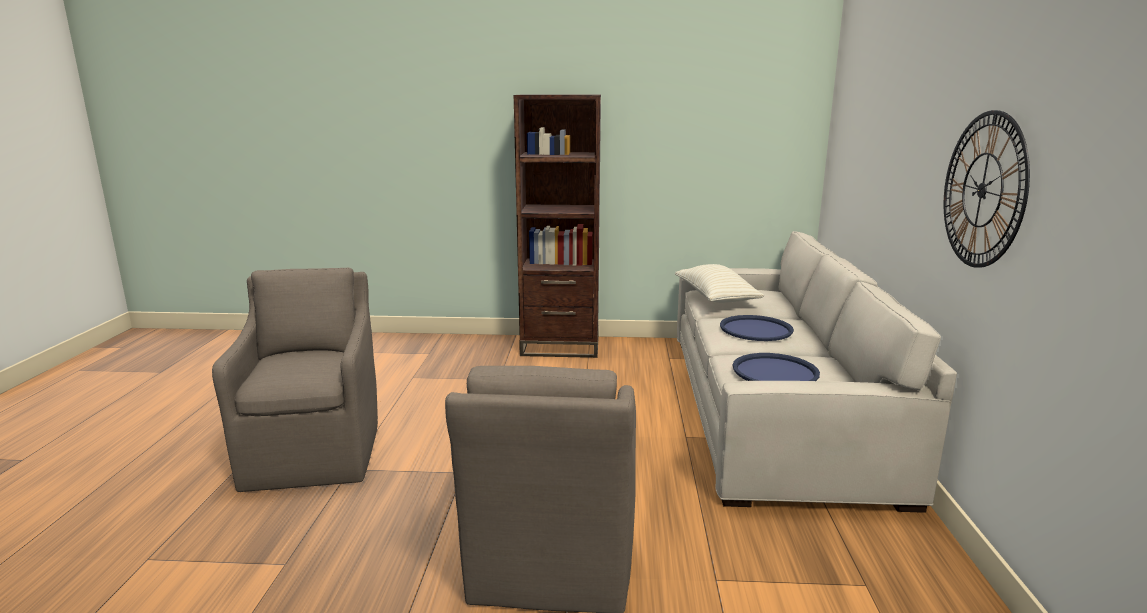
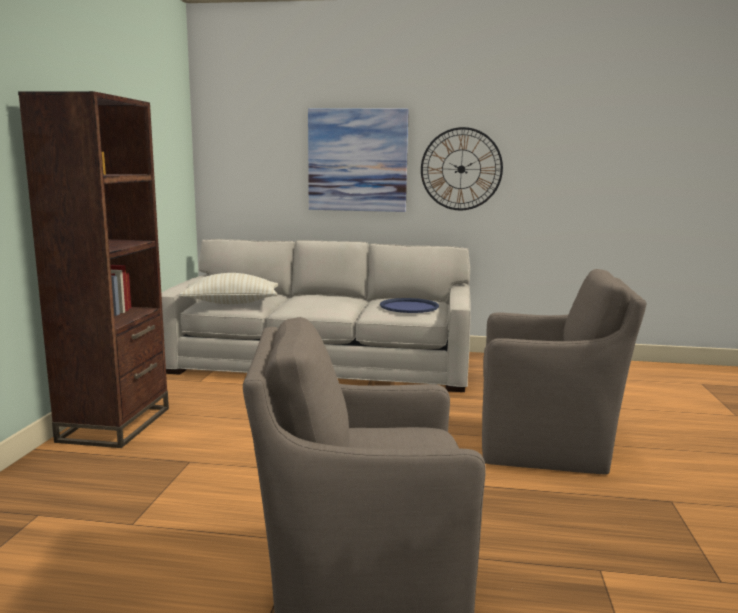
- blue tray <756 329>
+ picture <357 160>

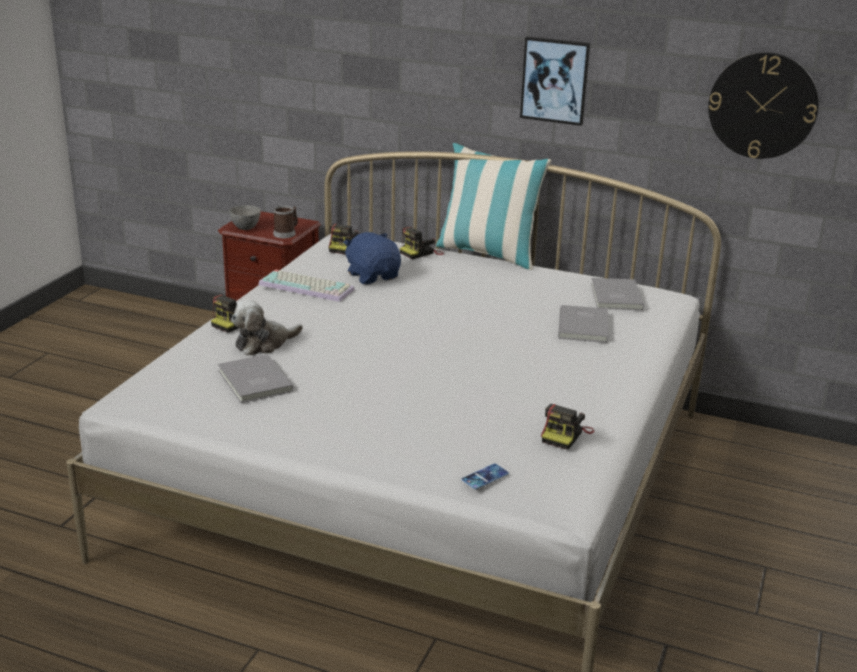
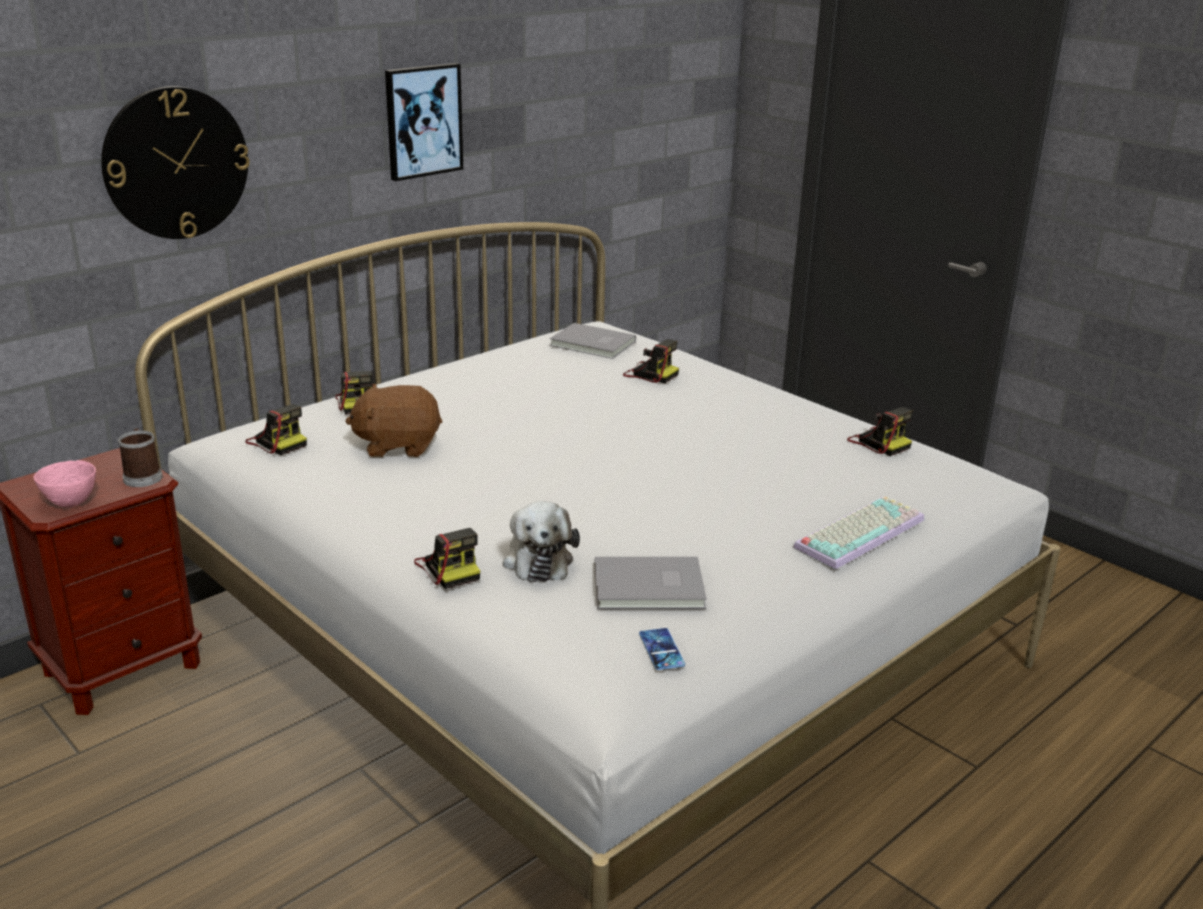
~ grey bowl <245 228> to pink bowl <70 503>
~ keyboard <308 287> to <859 531>
~ blue plush toy <373 276> to brown plush toy <398 445>
- pillow <488 253>
~ phone <485 477> to <661 649>
~ grey book <585 326> to photo camera <650 374>
~ wall clock <762 105> to <176 163>

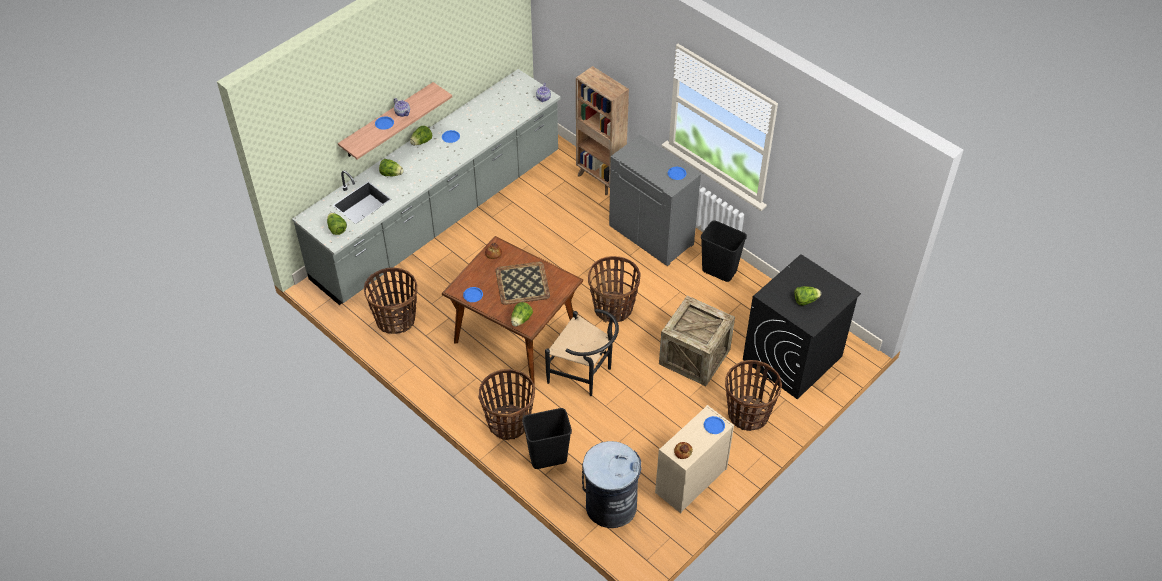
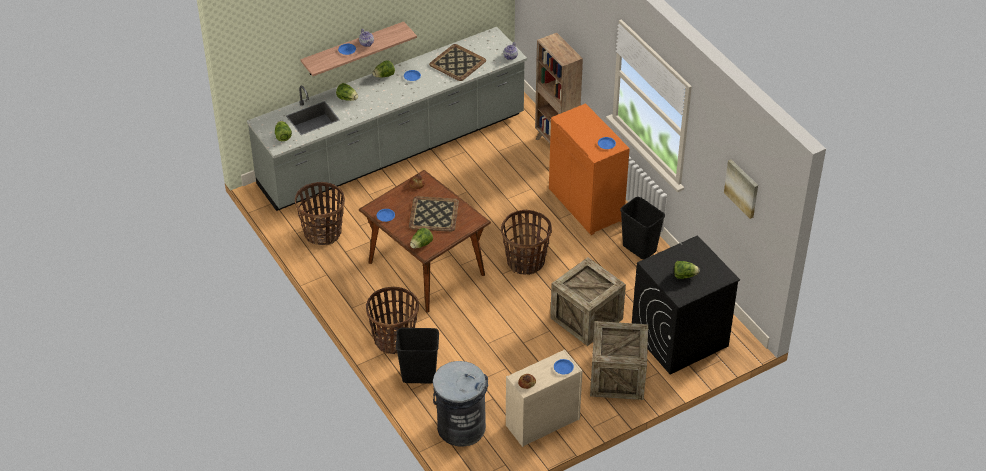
- black chair <585 374>
~ grey cabinet <652 235> to orange cabinet <587 205>
~ basket <747 414> to crate <617 377>
+ tray <457 63>
+ picture <742 188>

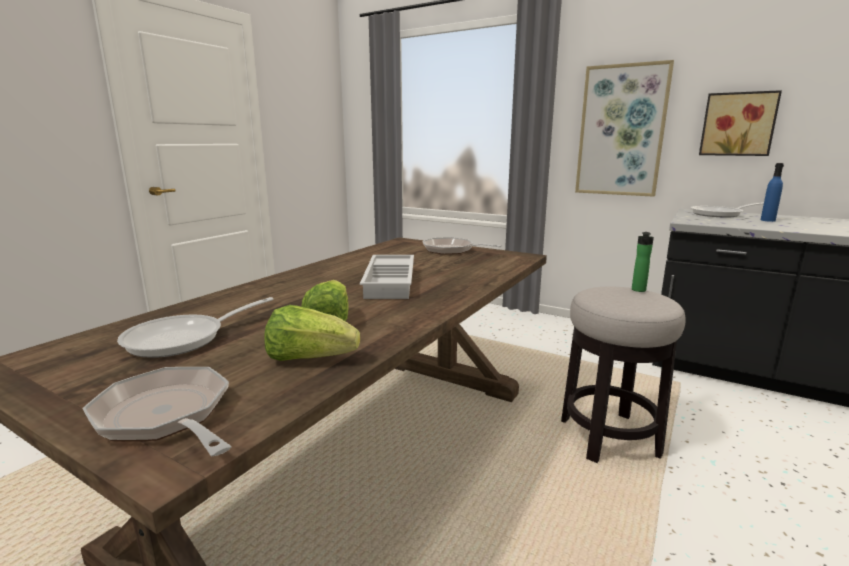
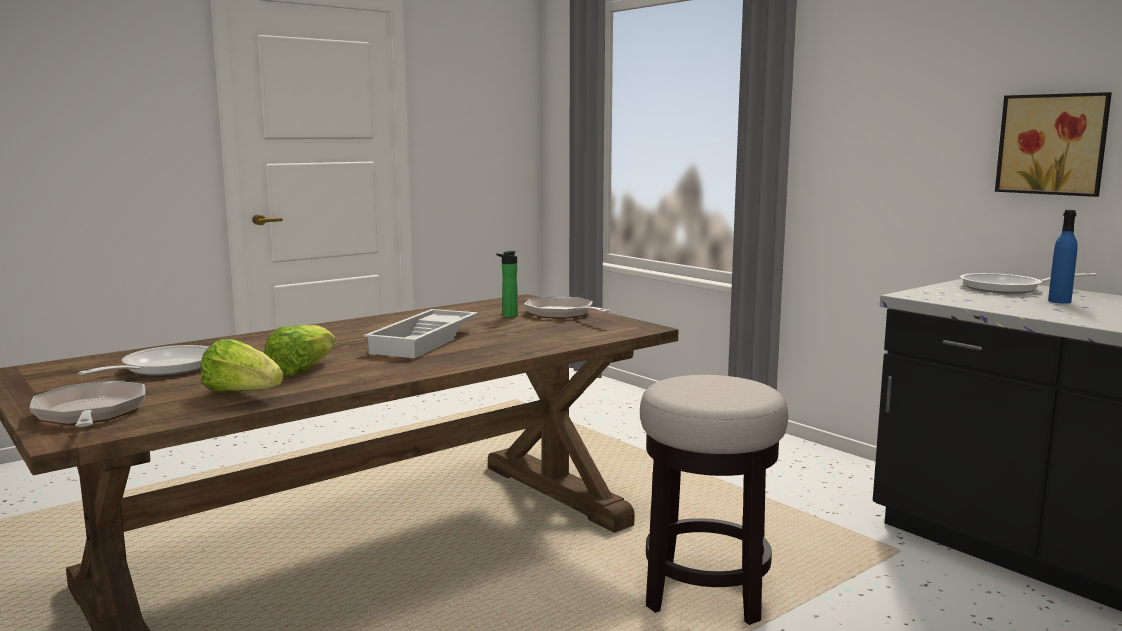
~ frying pan <184 339> = <163 368> 135 degrees clockwise
- picture <621 131>
~ bottle <638 290> to <508 316>

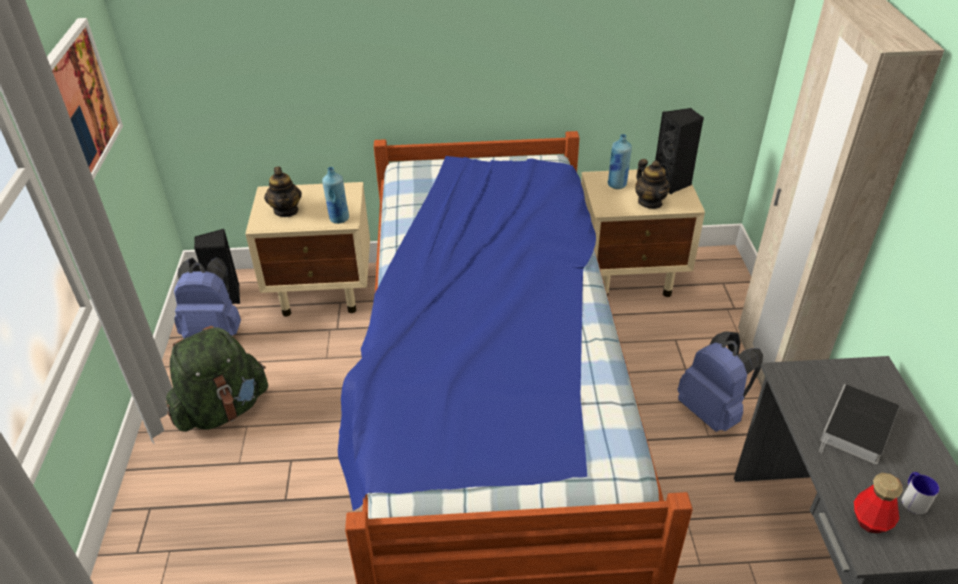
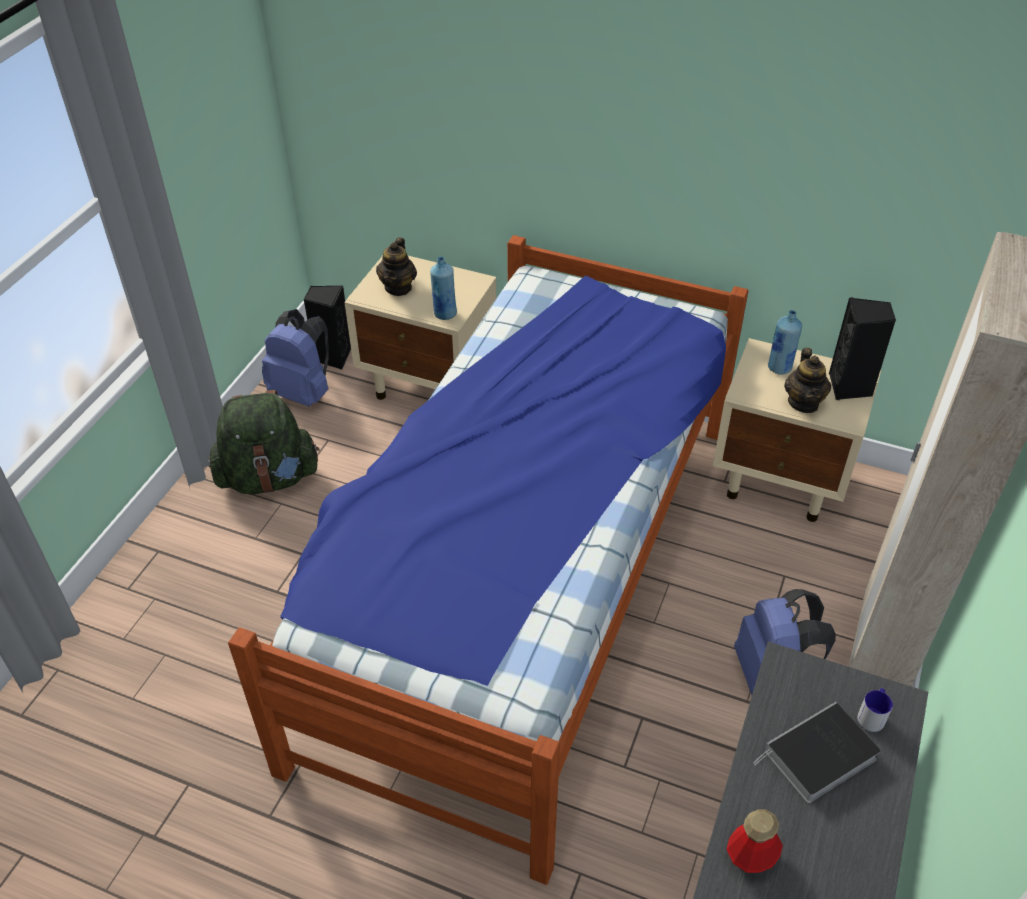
- picture <78 102>
~ mug <913 499> to <872 715>

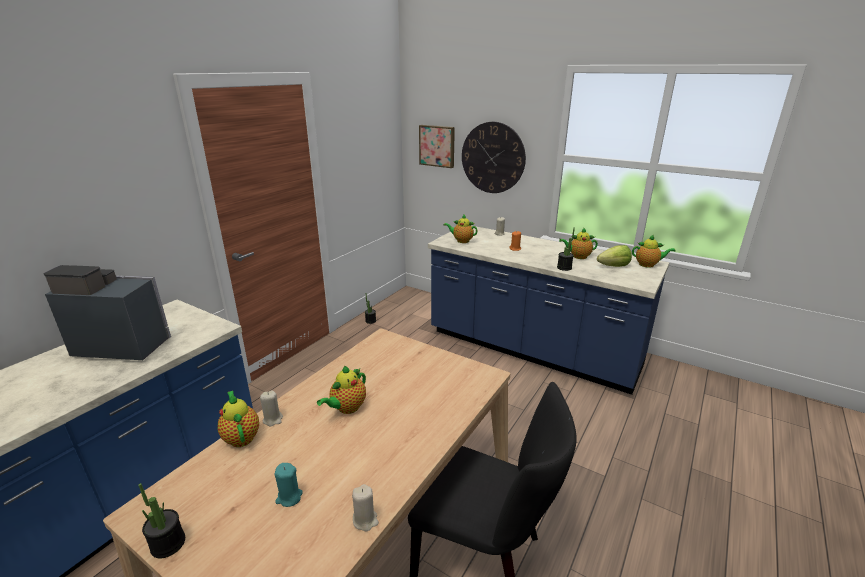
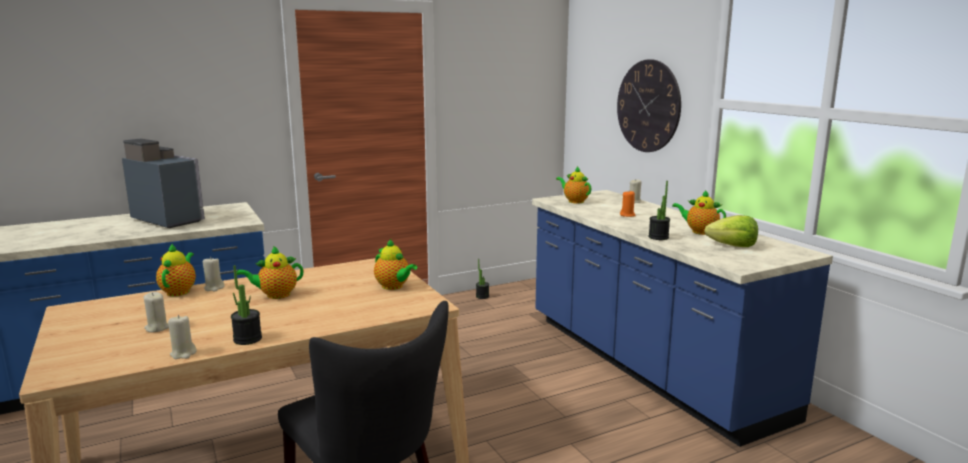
~ potted plant <168 544> to <247 339>
~ turquoise candle <289 497> to beige candle <157 328>
- picture <437 146>
~ teapot <648 265> to <394 287>

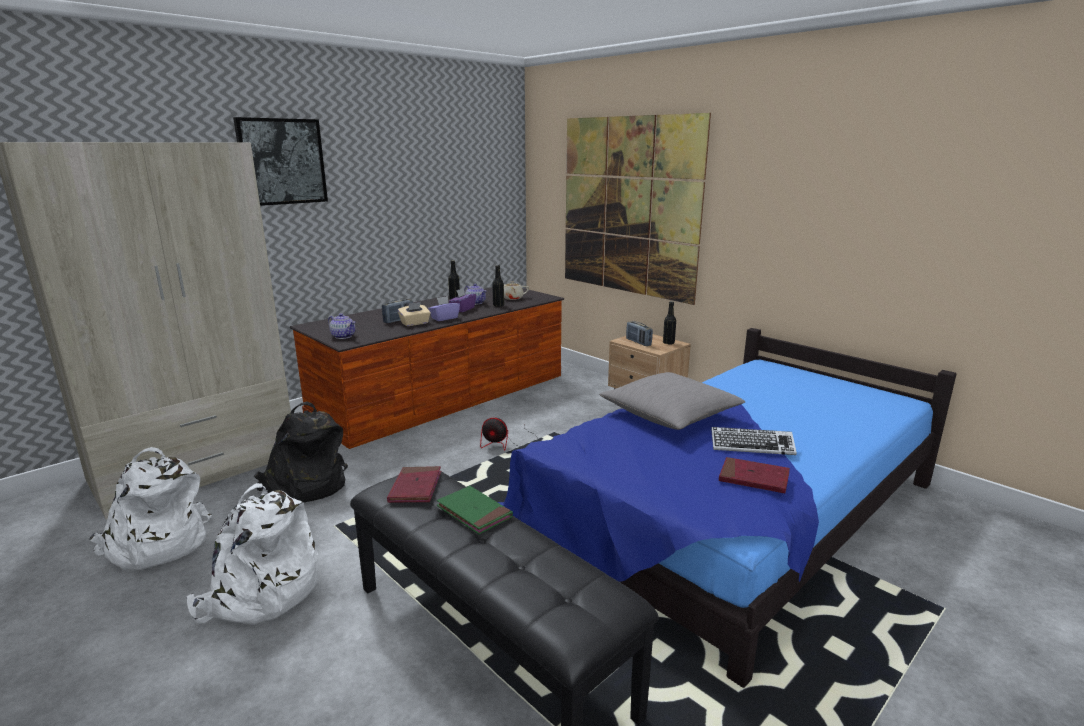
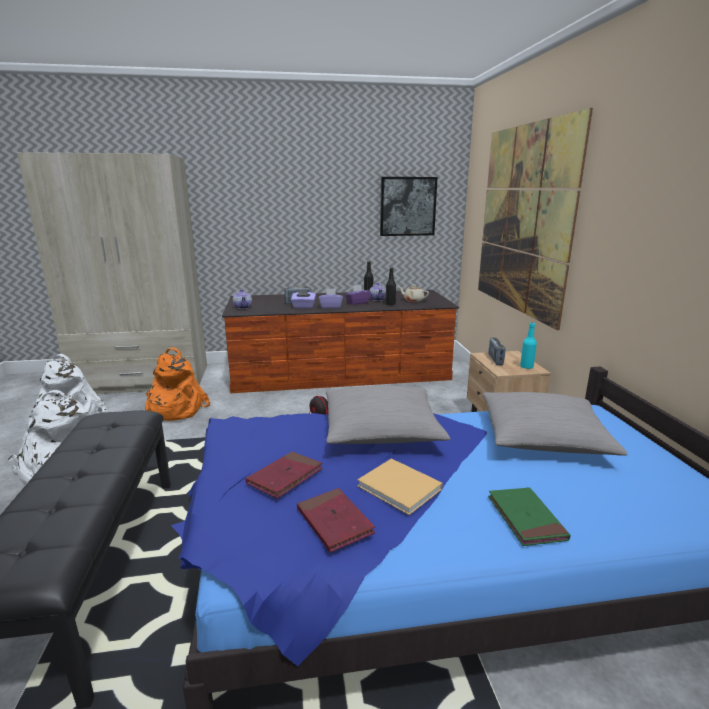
~ picture <282 161> to <407 206>
~ black backpack <305 486> to orange backpack <174 409>
~ red book <415 487> to <285 477>
~ beige tissue box <415 323> to purple tissue box <303 307>
~ green book <474 512> to <526 518>
~ black bottle <668 343> to turquoise bottle <526 367>
~ keyboard <752 446> to beige book <401 489>
+ grey pillow <543 438>

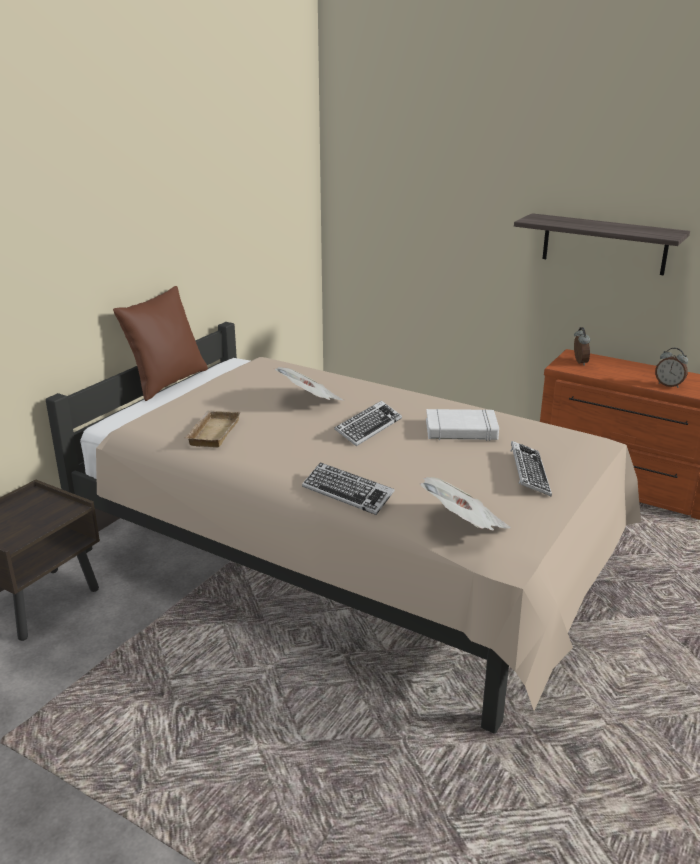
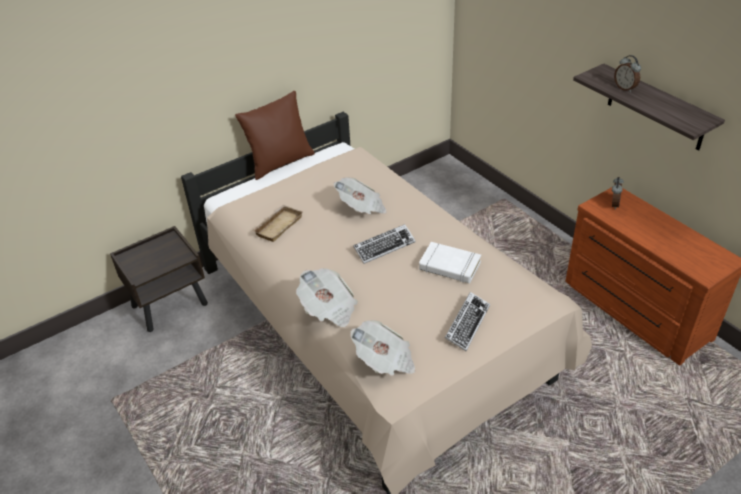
~ keyboard <347 493> to newspaper <328 309>
~ alarm clock <669 385> to <625 88>

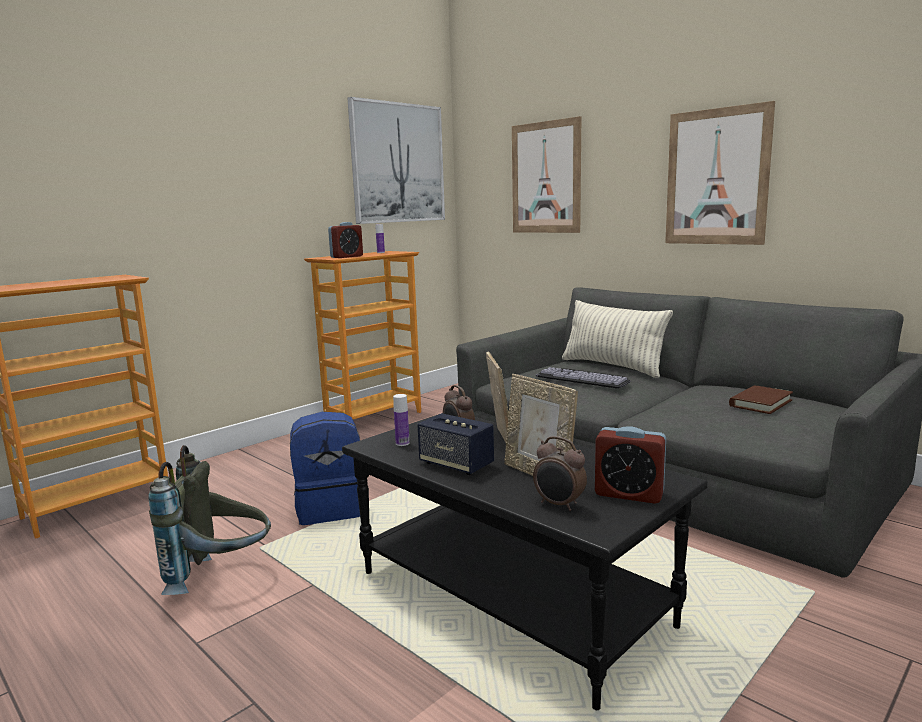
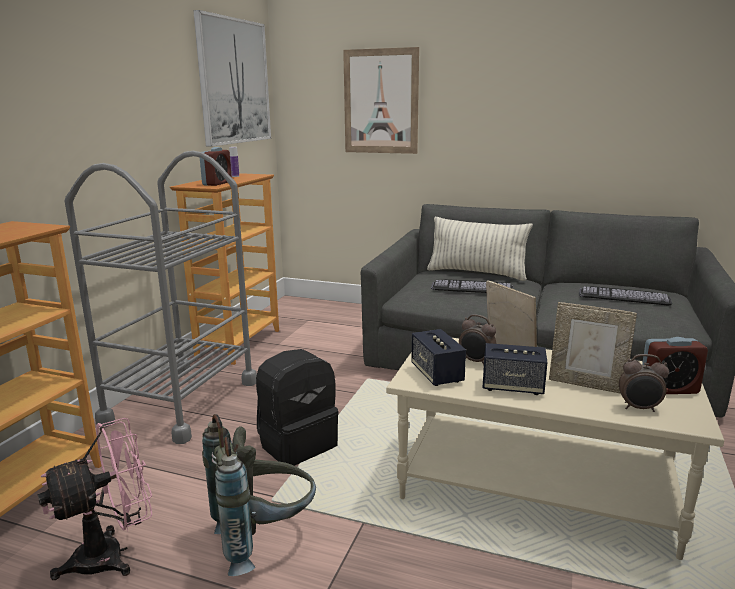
~ blue backpack <331 508> to black backpack <297 443>
~ black coffee table <513 598> to beige coffee table <537 489>
~ bottle <402 443> to speaker <437 374>
- picture <716 177>
~ brown book <760 403> to keyboard <624 295>
+ pink fan <112 554>
+ grey cart <182 402>

